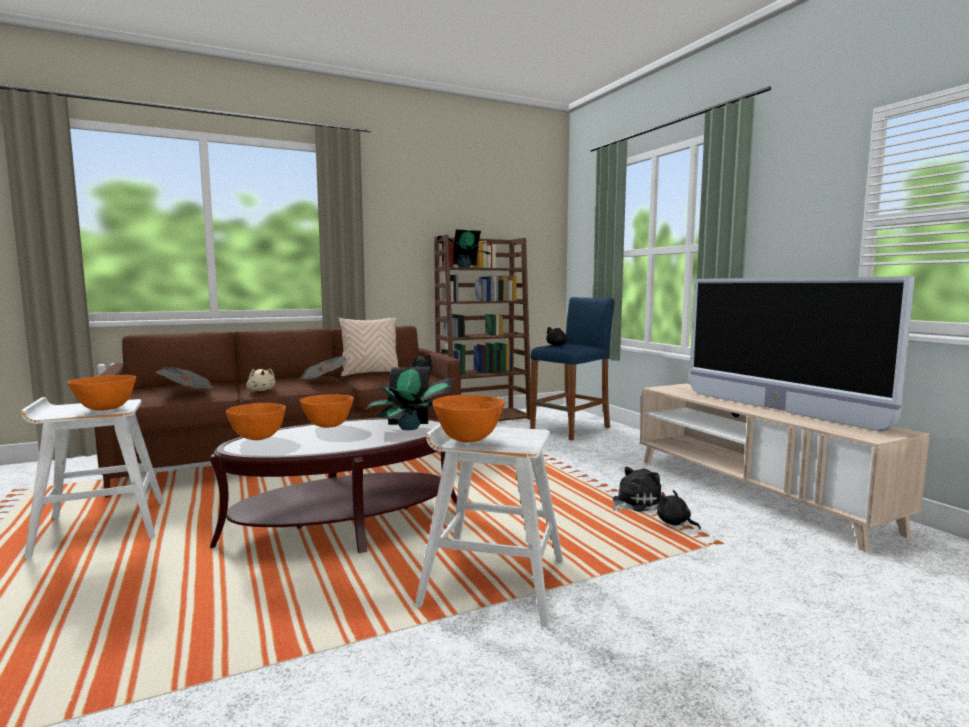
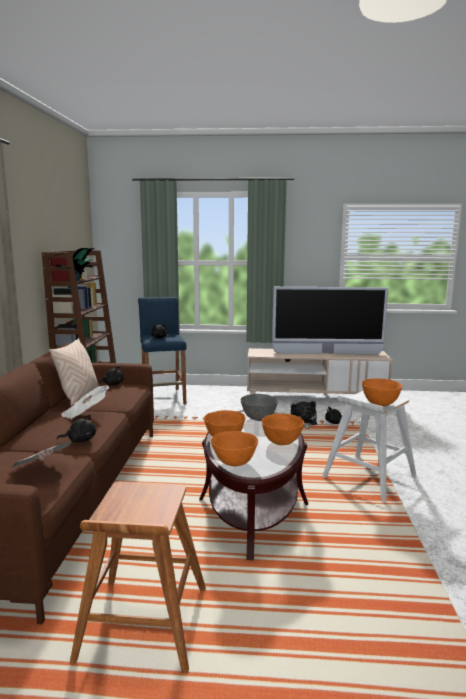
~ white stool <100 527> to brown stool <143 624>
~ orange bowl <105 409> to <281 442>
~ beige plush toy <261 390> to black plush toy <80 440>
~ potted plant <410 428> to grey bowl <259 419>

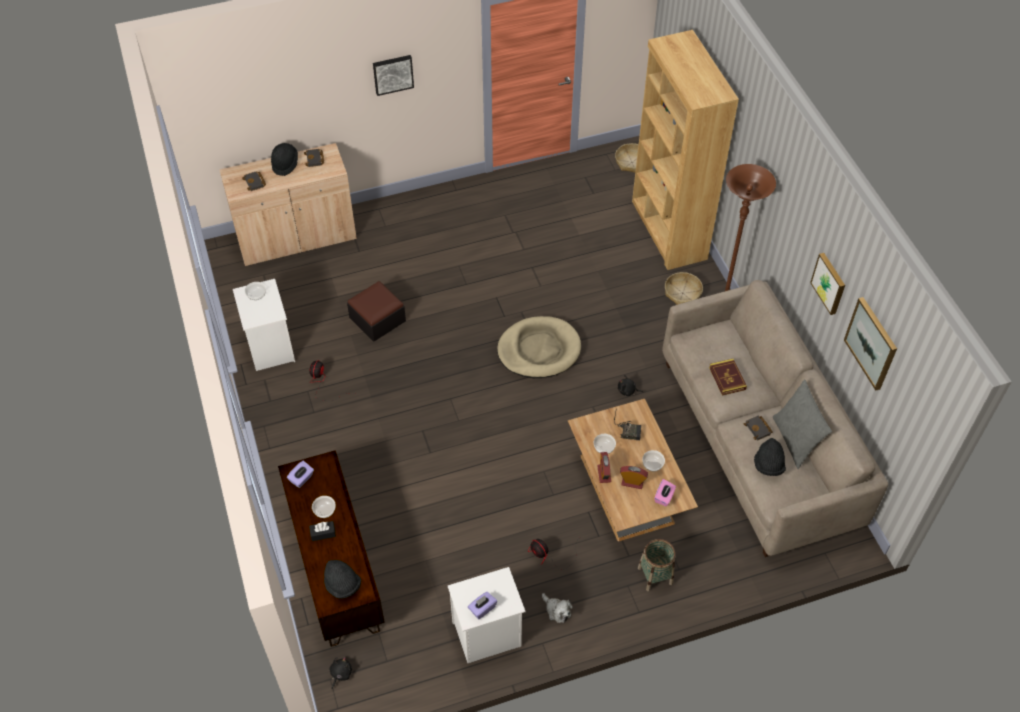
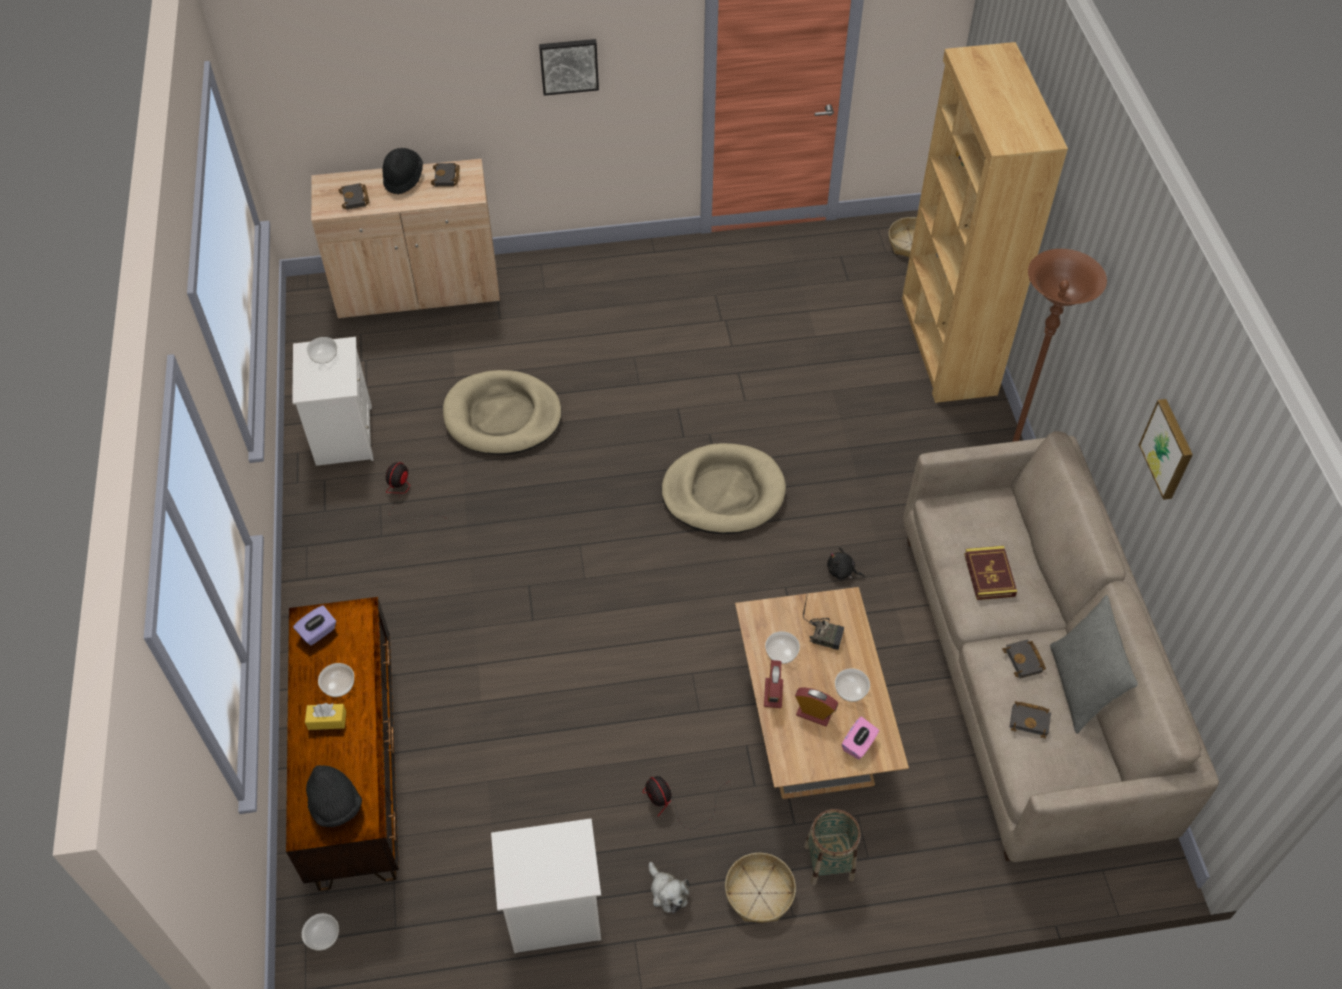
~ black tissue box <323 533> to yellow tissue box <327 720>
~ black plush toy <340 674> to bowl <322 936>
~ ottoman <377 319> to beige dog bed <502 416>
- purple tissue box <482 609>
~ basket <682 293> to <759 893>
~ black hat <768 465> to black book <1030 720>
- picture <871 343>

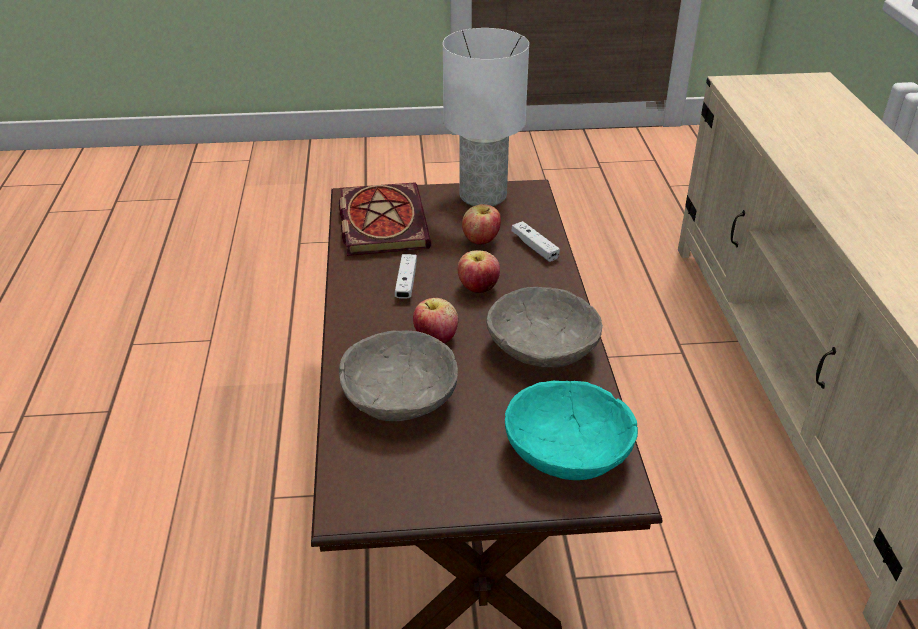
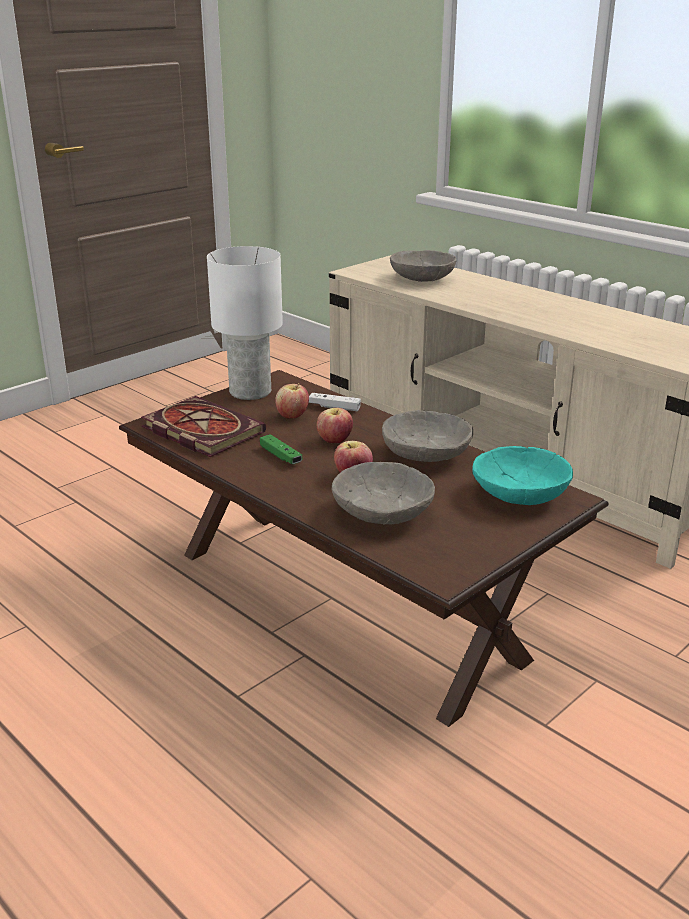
~ white game controller <406 283> to green game controller <280 456>
+ grey bowl <422 278>

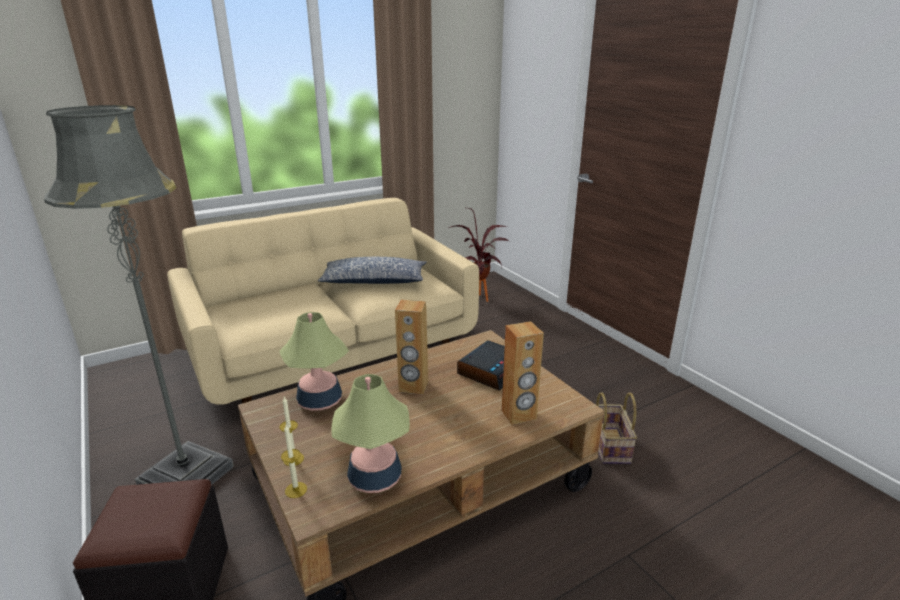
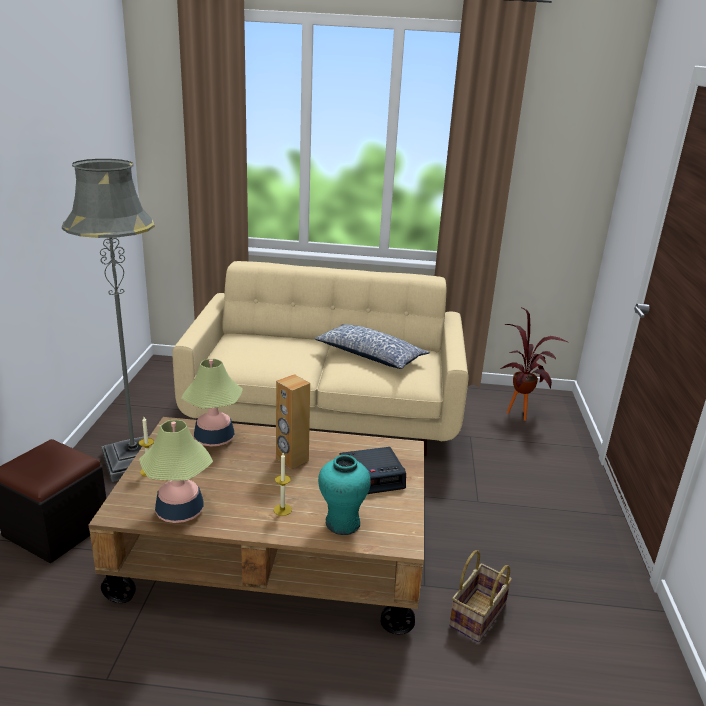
~ candle <296 490> to <282 509>
~ brown speaker <519 415> to turquoise vase <342 523>

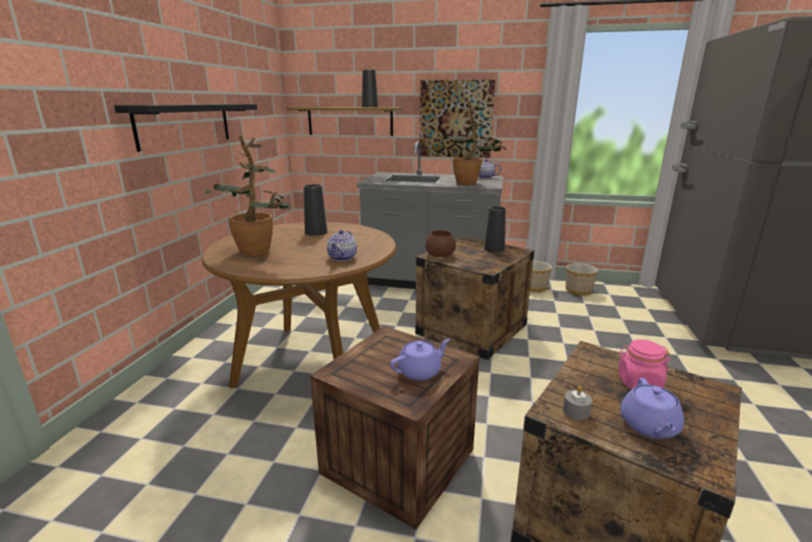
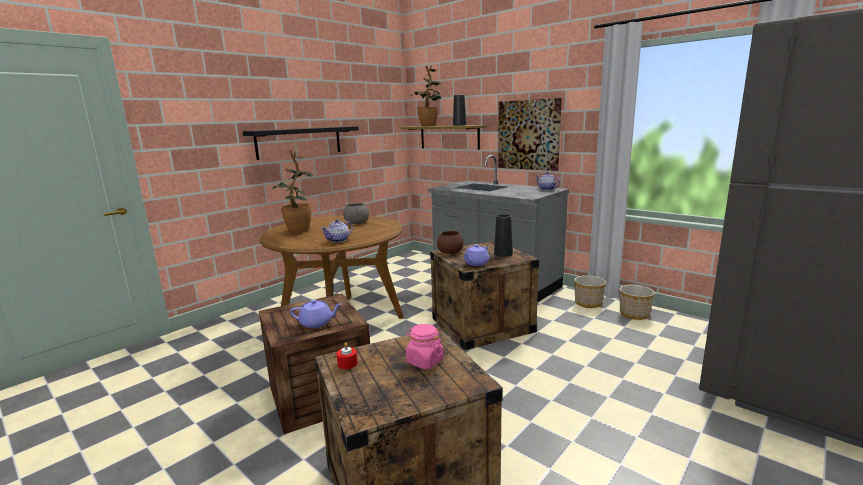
~ black vase <316 232> to grey bowl <356 222>
~ potted plant <470 184> to <428 126>
~ grey candle <576 411> to red candle <347 363>
~ purple teapot <649 426> to <476 263>

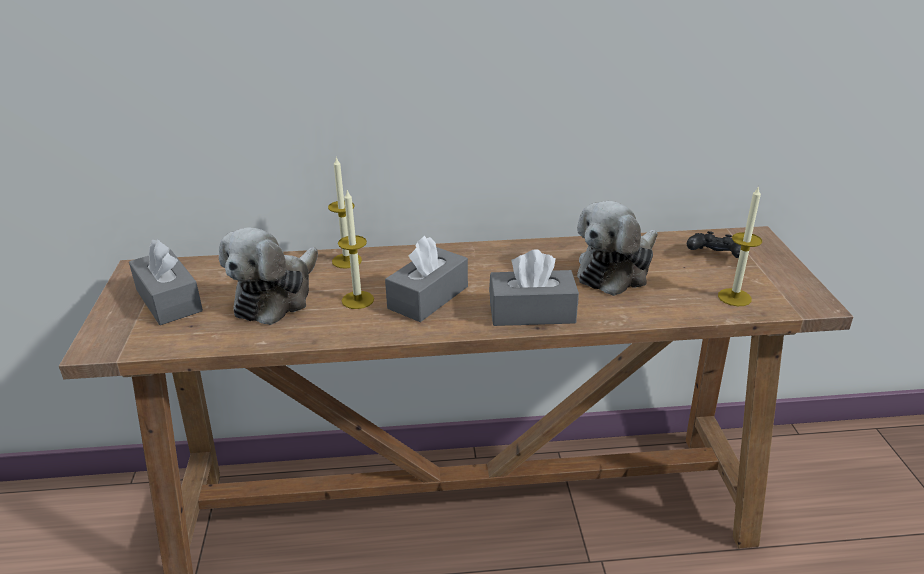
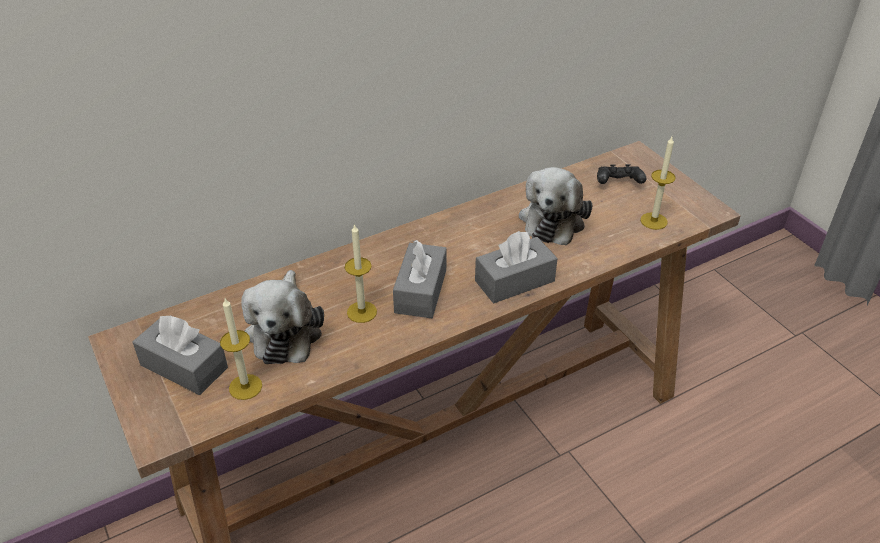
~ candle <346 261> to <245 387>

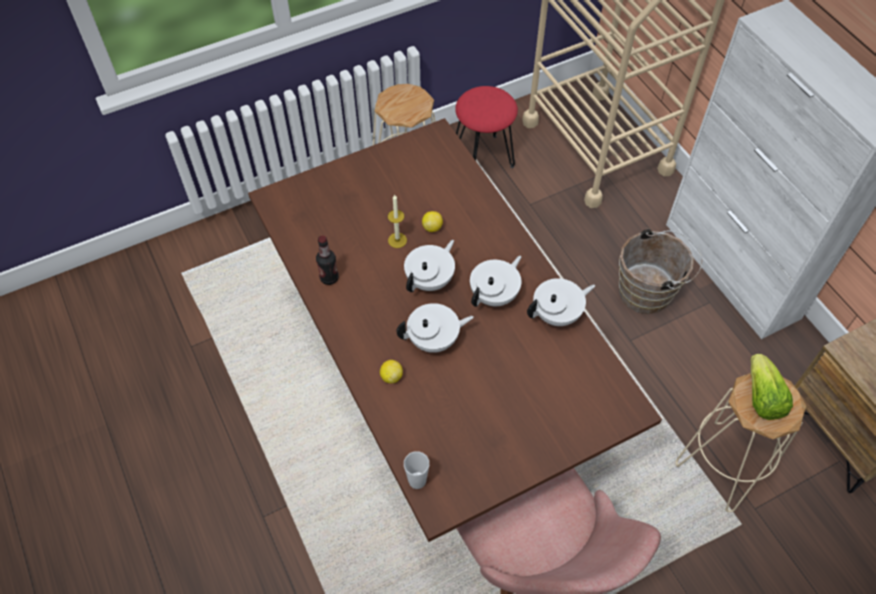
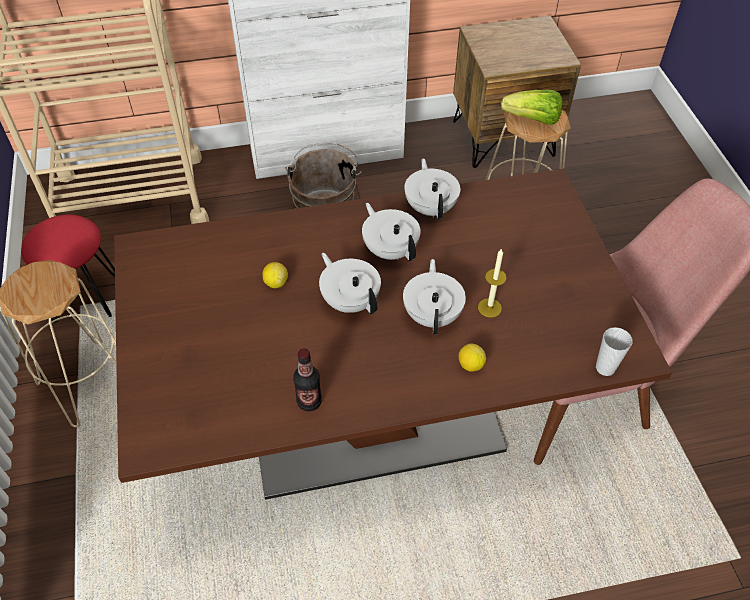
~ candle <397 240> to <489 308>

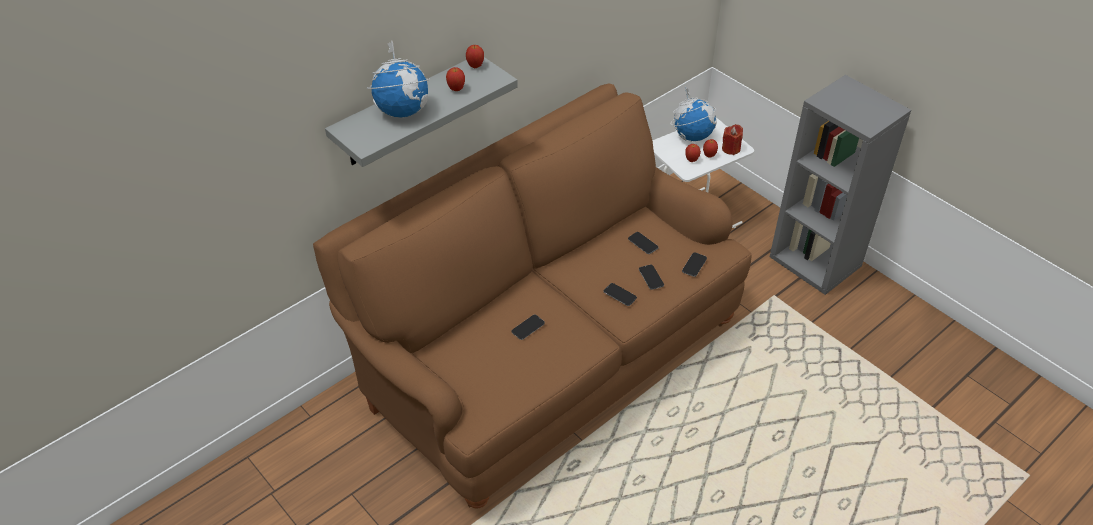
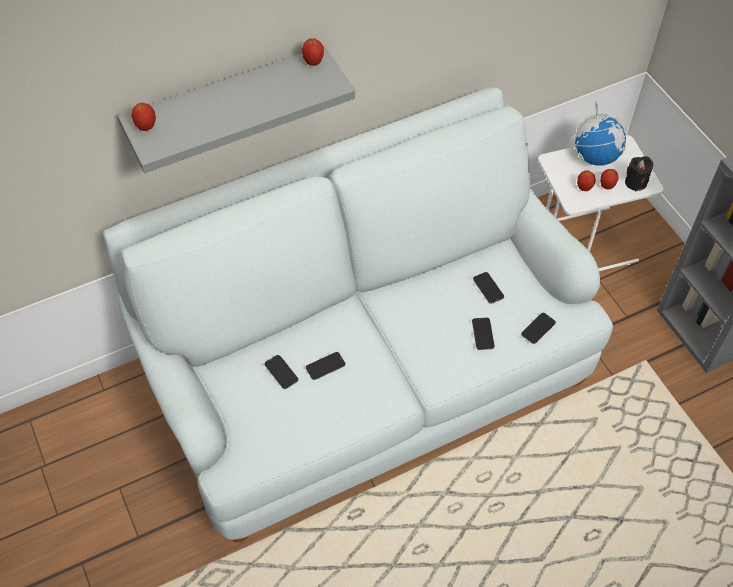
~ brown sofa <545 357> to white sofa <365 377>
- globe <402 111>
~ apple <456 89> to <146 127>
~ phone <620 295> to <281 372>
~ red candle <731 149> to black candle <635 182>

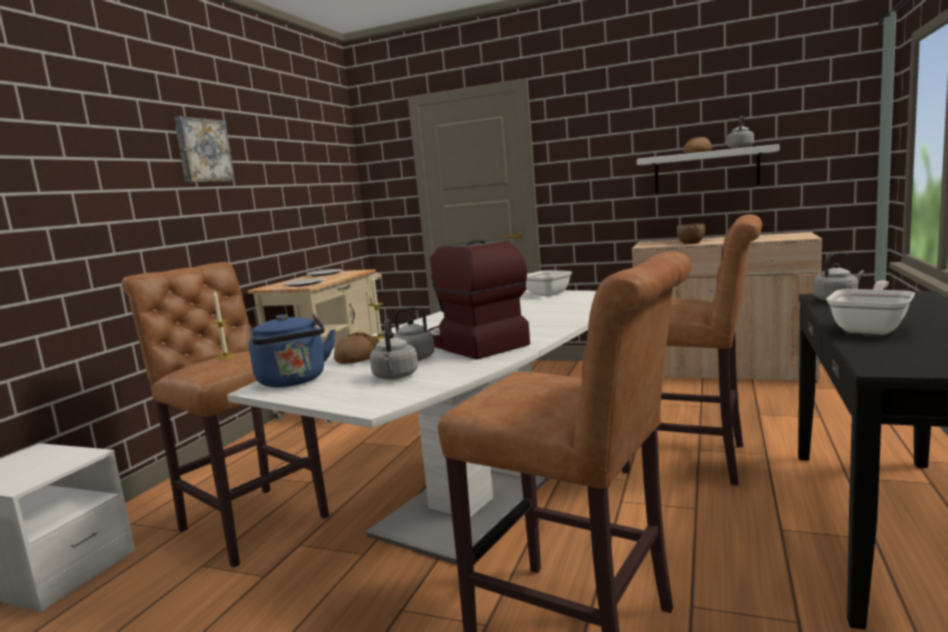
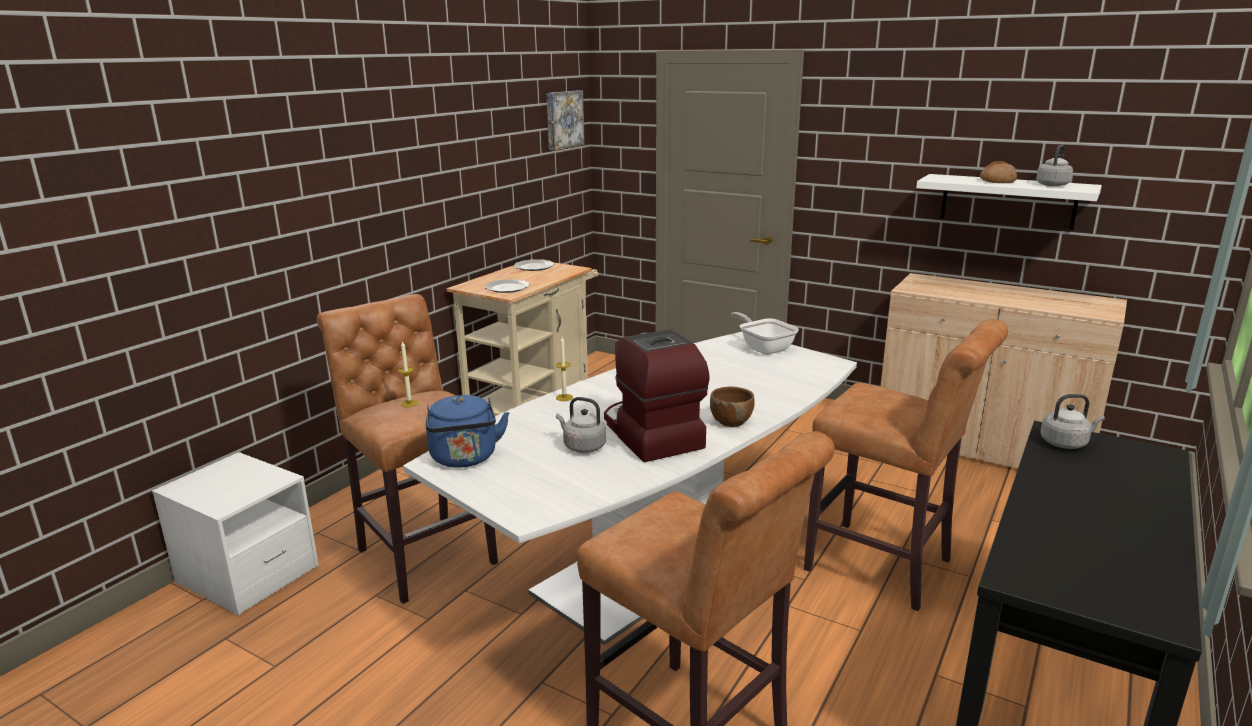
~ picture <203 150> to <563 119>
- bread <359 358>
- grey kettle <395 377>
~ brown bowl <691 243> to <731 421>
- frying pan <871 328>

